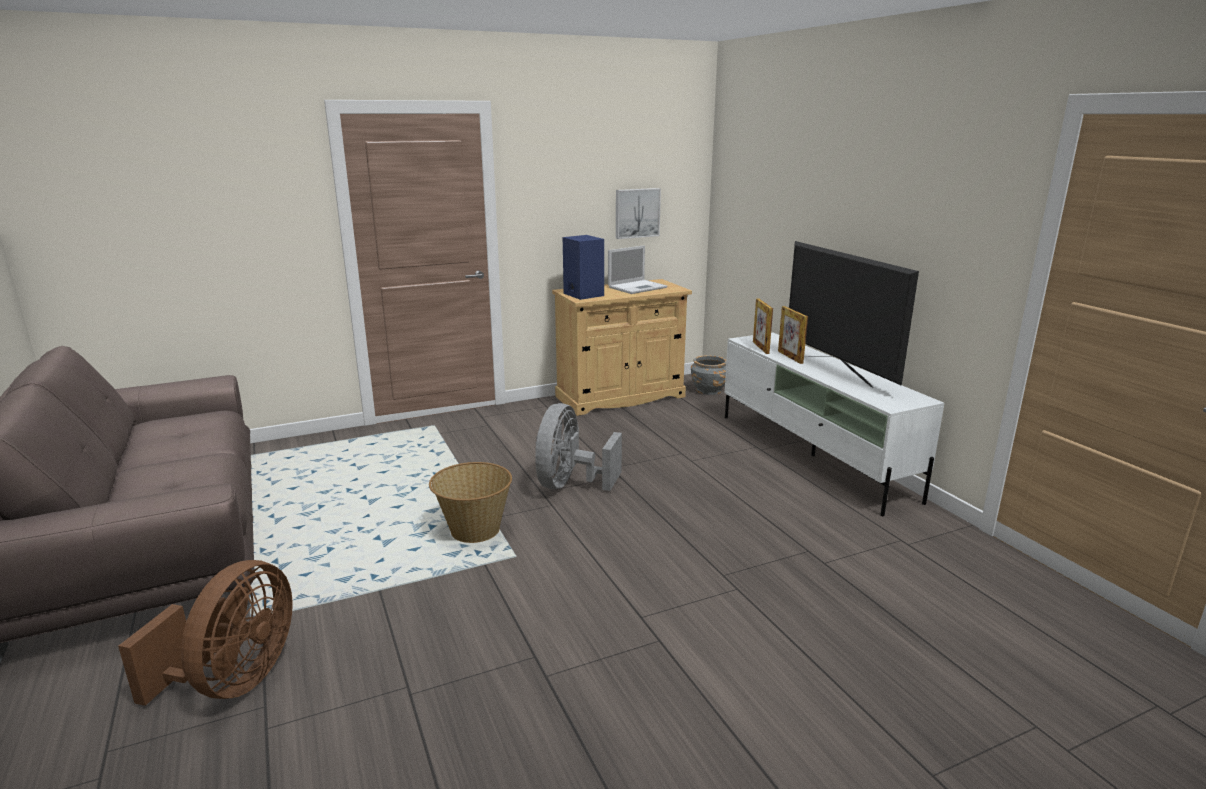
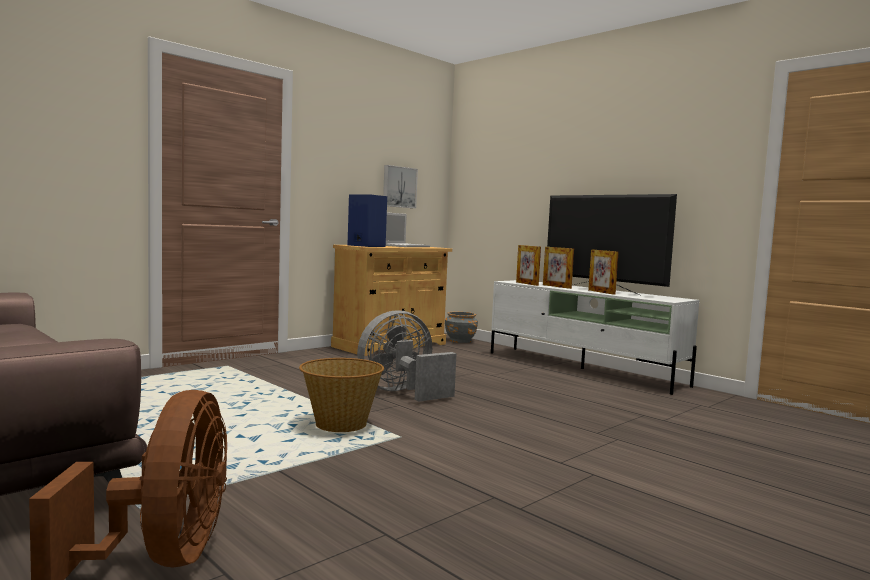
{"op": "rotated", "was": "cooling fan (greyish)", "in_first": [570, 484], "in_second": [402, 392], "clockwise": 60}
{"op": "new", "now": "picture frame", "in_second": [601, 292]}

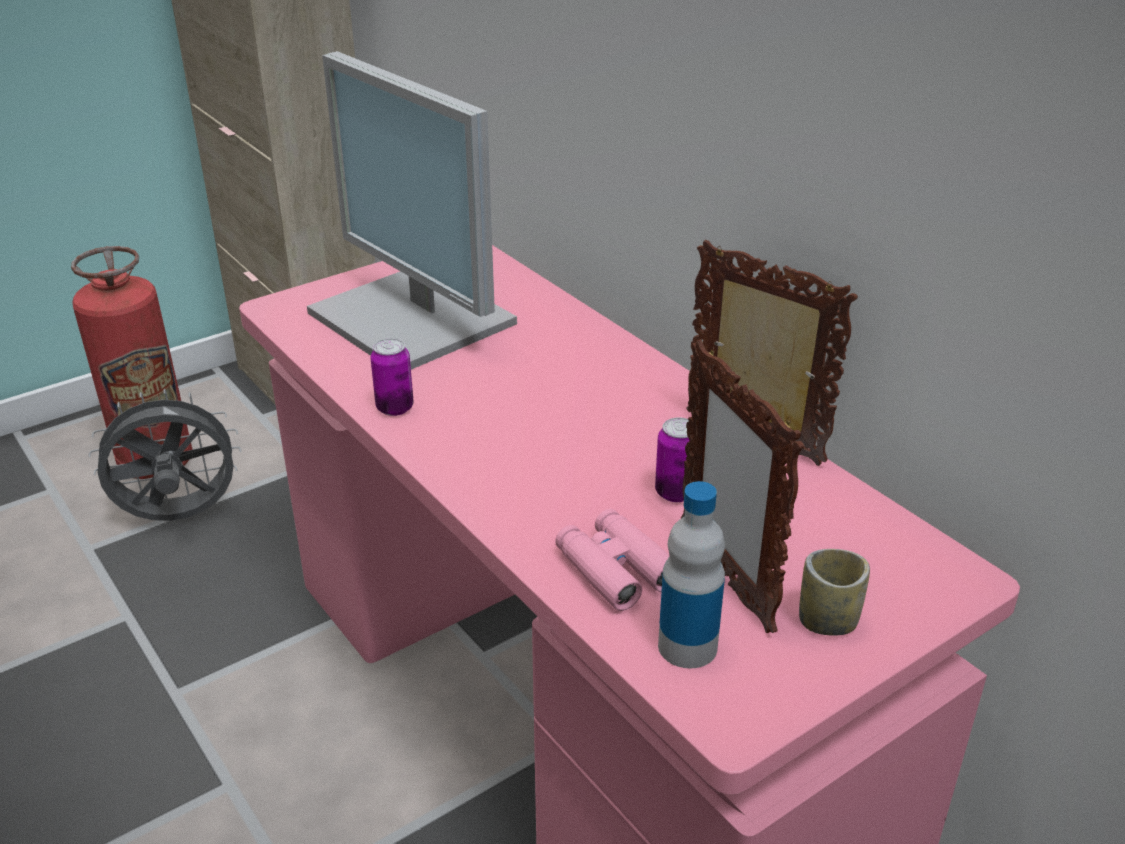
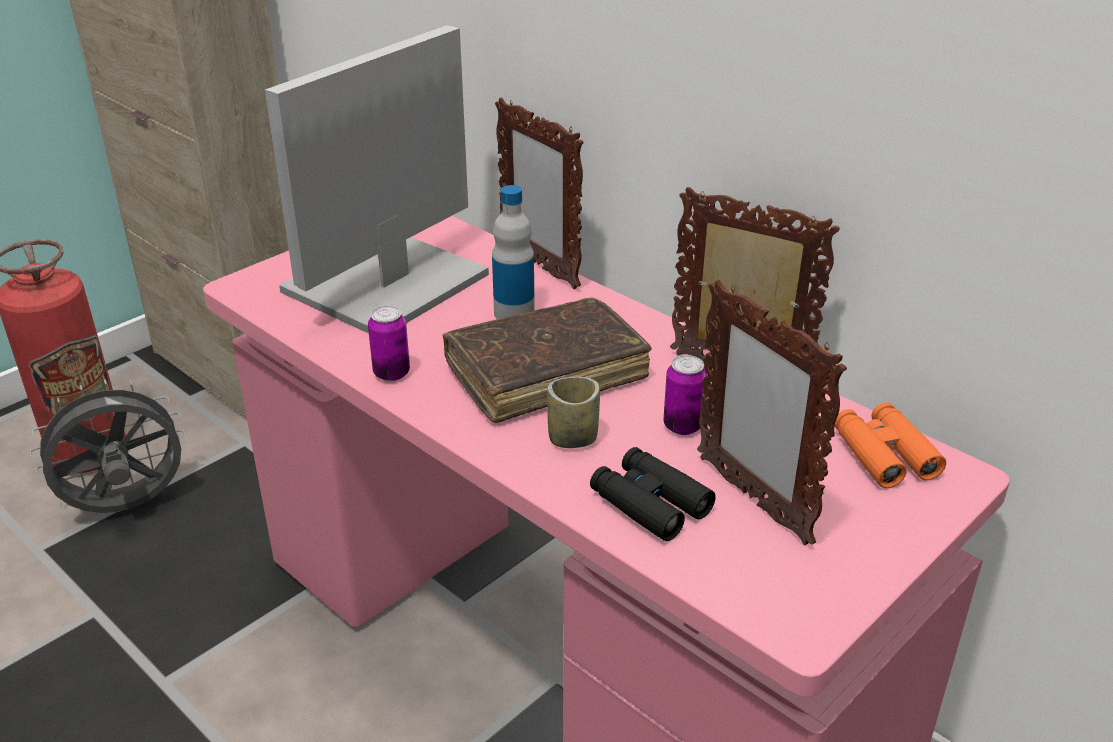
{"op": "rotated", "was": "monitor", "in_first": [416, 319], "in_second": [385, 285], "clockwise": 90}
{"op": "new", "now": "volume (brown-coloured)", "in_second": [546, 373]}
{"op": "shifted", "was": "beverage bottle", "in_first": [687, 646], "in_second": [514, 313]}
{"op": "new", "now": "picture frame", "in_second": [539, 266]}
{"op": "shifted", "was": "small cup", "in_first": [827, 621], "in_second": [573, 438]}
{"op": "repainted", "was": "pair of binoculars (pink)", "now": "pair of binoculars (black-coloured)", "in_first": [615, 569], "in_second": [650, 503]}
{"op": "new", "now": "pair of binoculars (orange)", "in_second": [884, 454]}

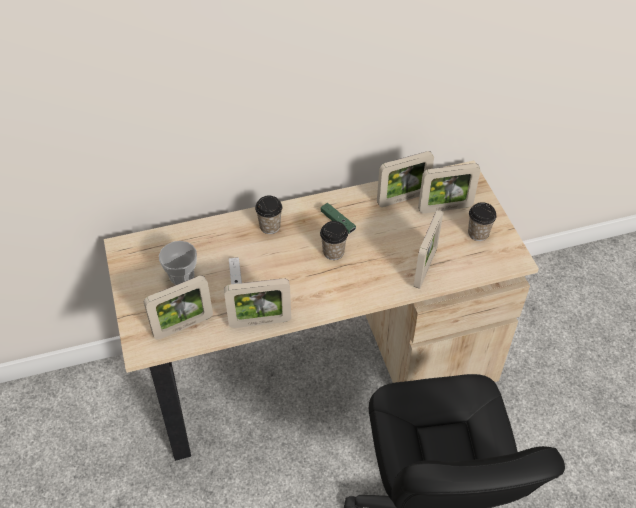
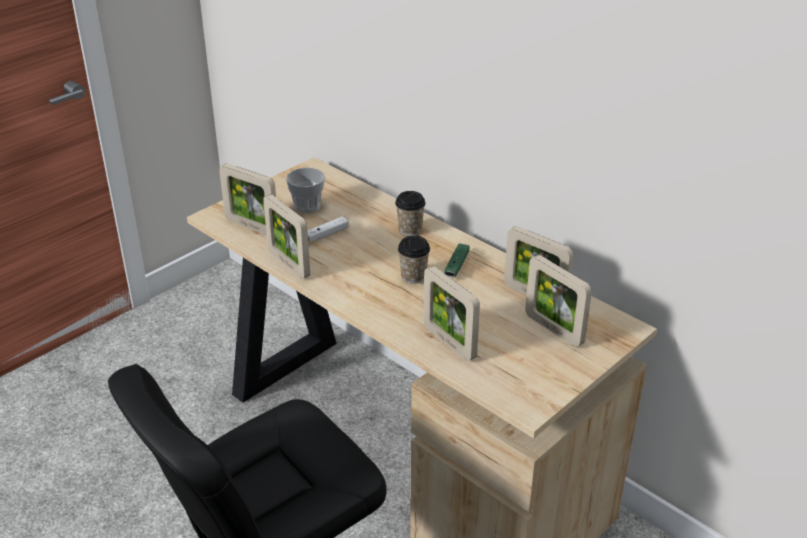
{"op": "rotated", "was": "picture frame", "in_first": [425, 268], "in_second": [449, 342], "clockwise": 60}
{"op": "gone", "was": "small cup", "in_first": [478, 233]}

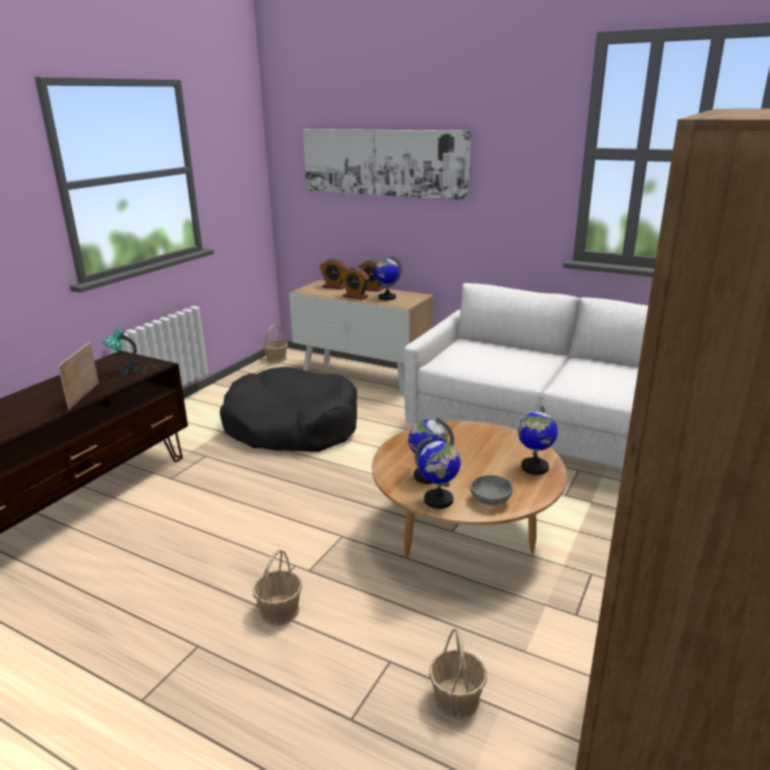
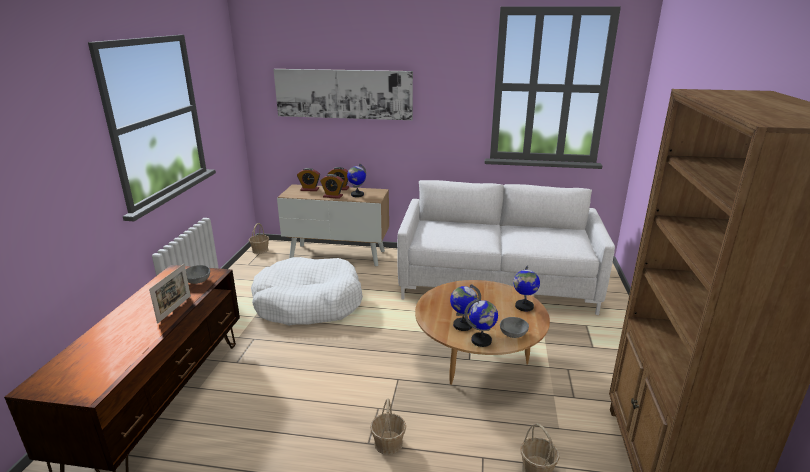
{"op": "rotated", "was": "picture frame", "in_first": [84, 395], "in_second": [174, 309], "clockwise": -150}
{"op": "swapped", "was": "table lamp", "now": "bowl (greyish)", "in_first": [133, 370], "in_second": [198, 281]}
{"op": "repainted", "was": "dog bed (black-coloured)", "now": "dog bed (whitish)", "in_first": [292, 426], "in_second": [308, 303]}

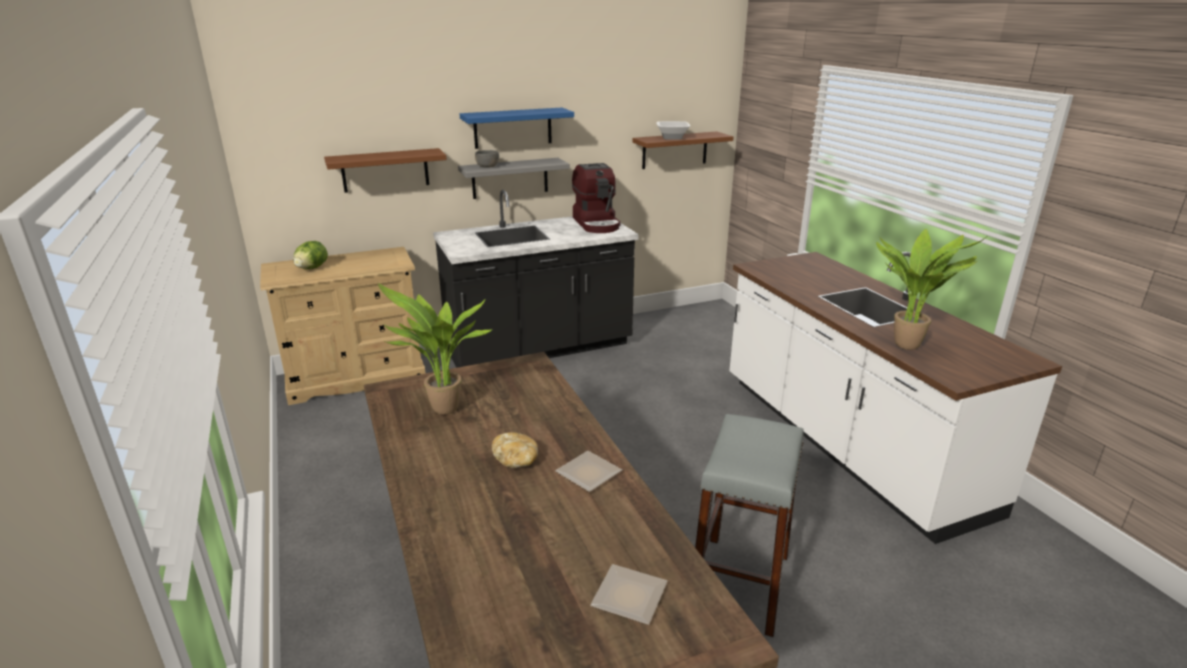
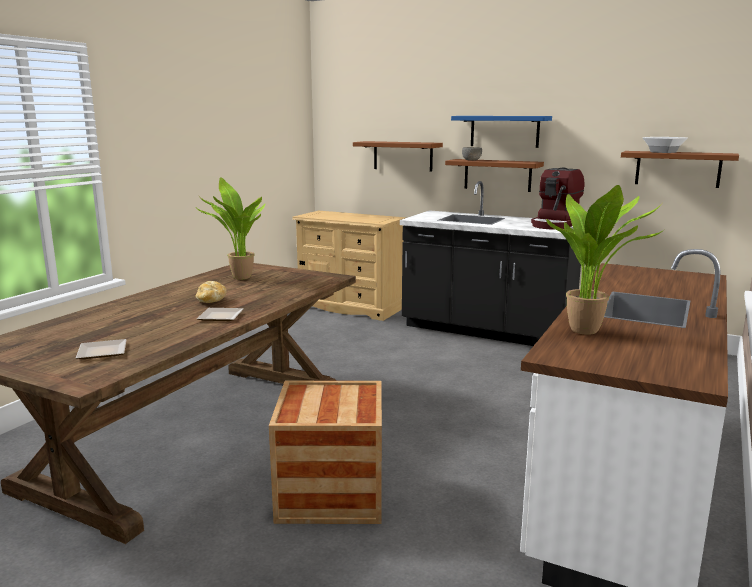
{"op": "swapped", "was": "sitting stool (greyish)", "now": "shipping crate", "in_first": [739, 583], "in_second": [331, 493]}
{"op": "repainted", "was": "shelf (greyish)", "now": "shelf (brown-coloured)", "in_first": [510, 178], "in_second": [497, 175]}
{"op": "gone", "was": "lettuce", "in_first": [312, 268]}

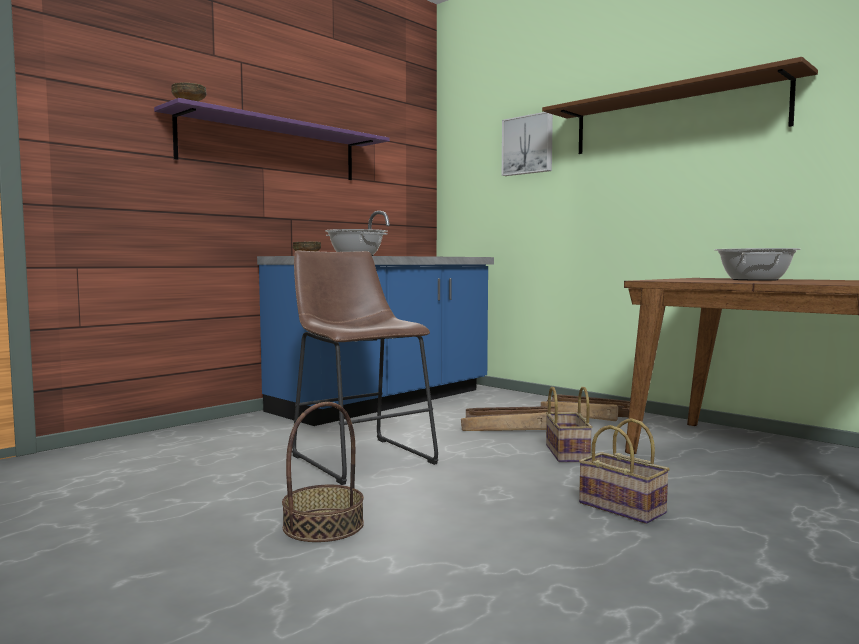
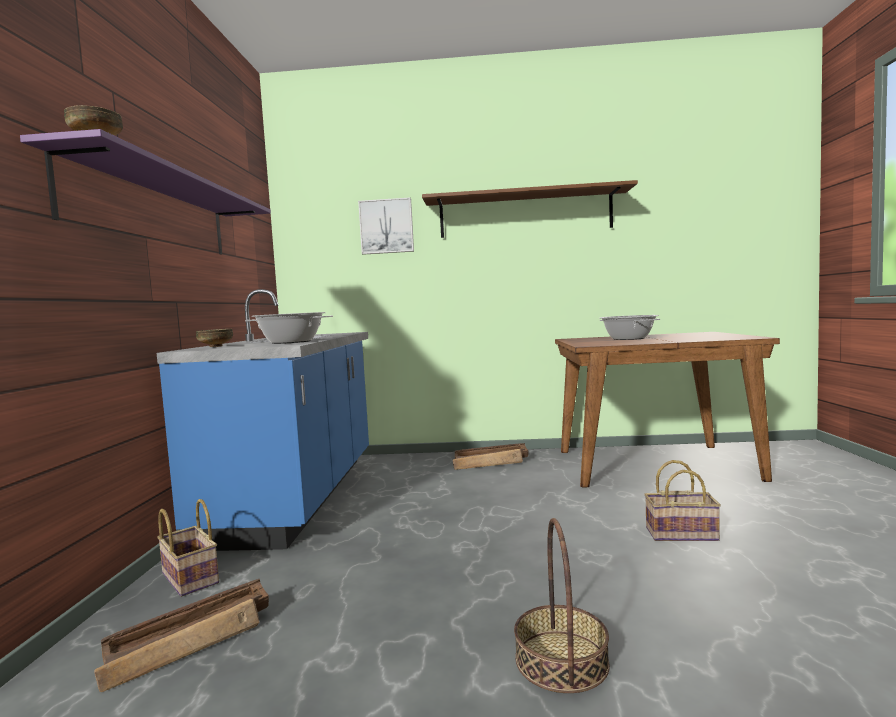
{"op": "shifted", "was": "shipping crate", "in_first": [510, 428], "in_second": [191, 642]}
{"op": "shifted", "was": "storage basket", "in_first": [565, 453], "in_second": [188, 578]}
{"op": "gone", "was": "sitting stool (brown-coloured)", "in_first": [360, 457]}

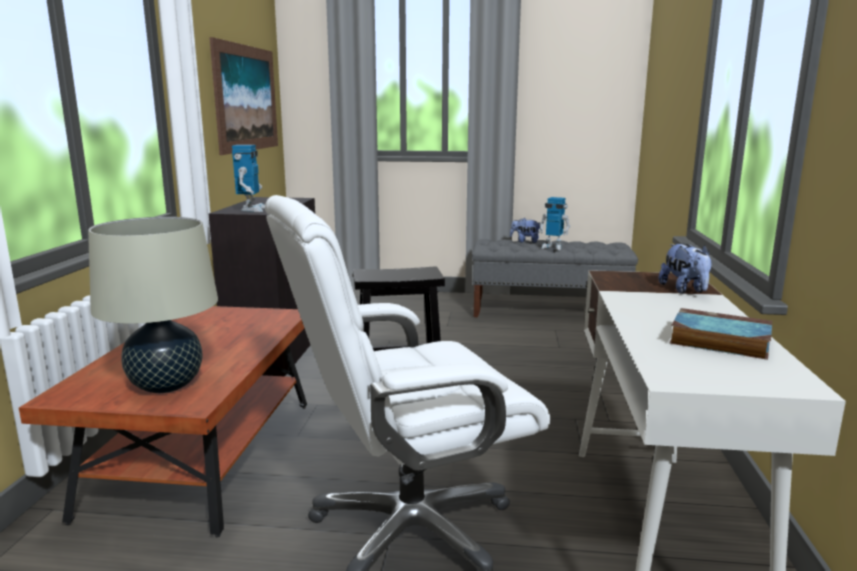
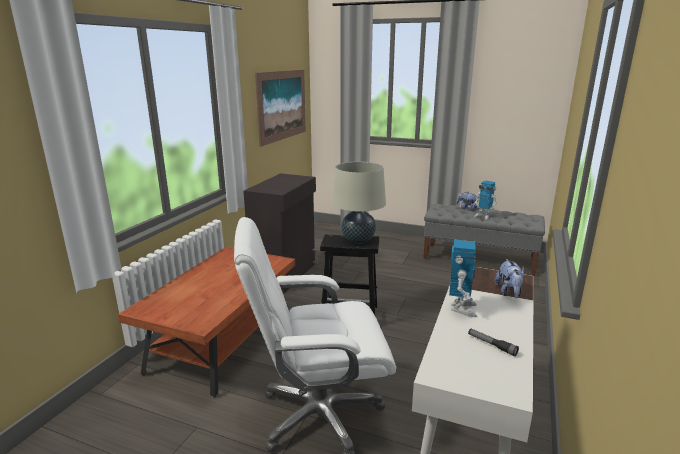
{"op": "shifted", "was": "table lamp (sand-coloured)", "in_first": [166, 385], "in_second": [358, 240]}
{"op": "shifted", "was": "toy robot", "in_first": [252, 209], "in_second": [461, 308]}
{"op": "swapped", "was": "volume", "now": "flashlight", "in_first": [717, 340], "in_second": [491, 345]}

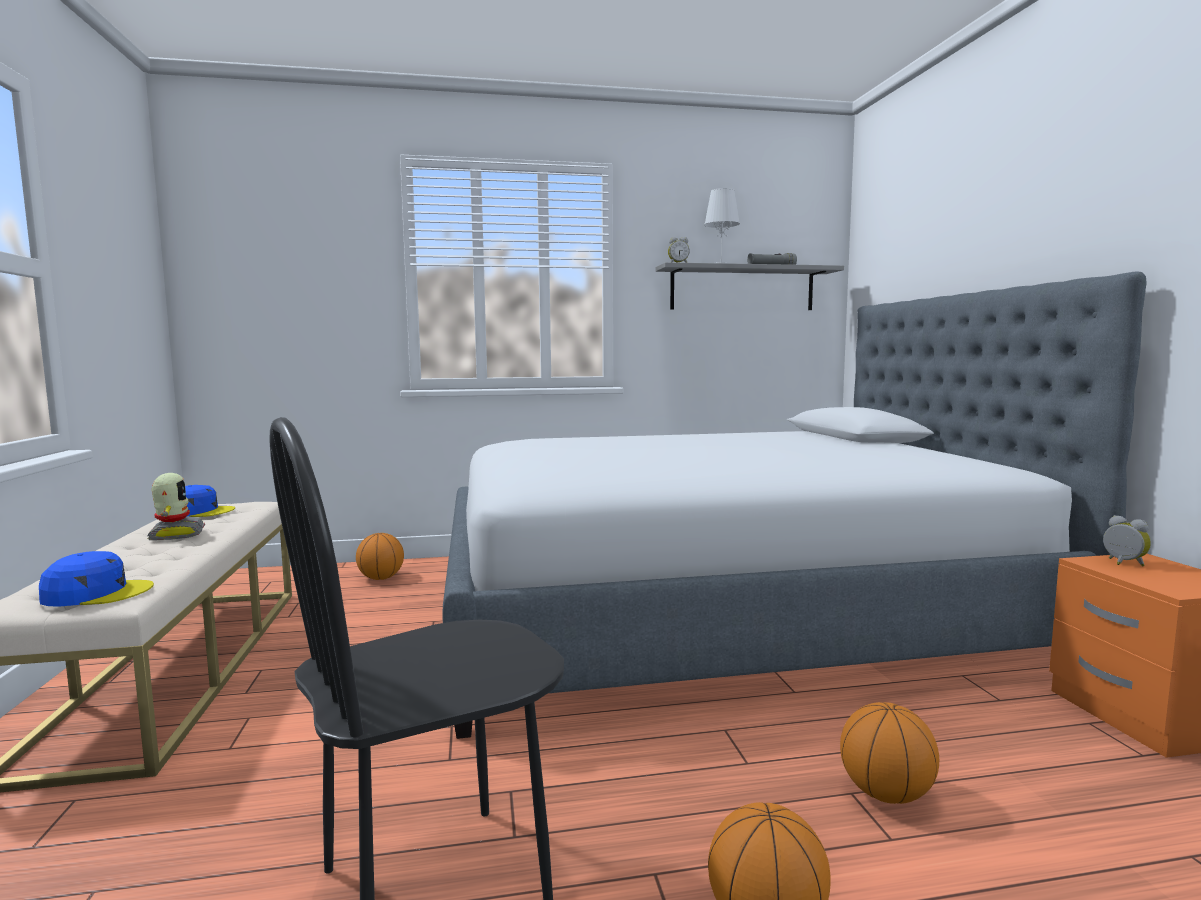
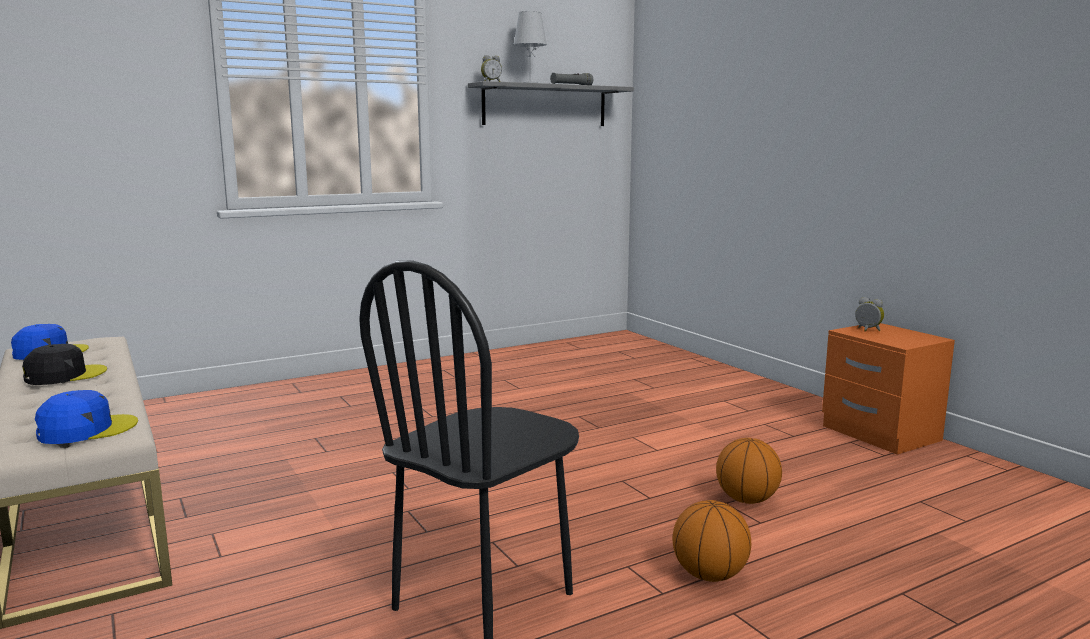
{"op": "swapped", "was": "toy robot", "now": "peaked cap (black-coloured)", "in_first": [175, 534], "in_second": [64, 375]}
{"op": "gone", "was": "basketball", "in_first": [381, 578]}
{"op": "gone", "was": "sleeping bed", "in_first": [722, 613]}

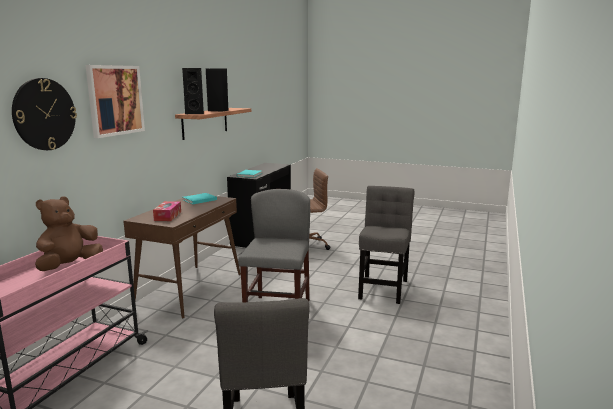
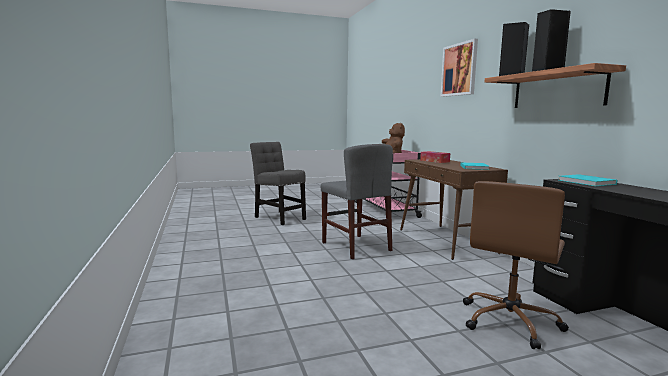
{"op": "gone", "was": "wall clock", "in_first": [44, 114]}
{"op": "gone", "was": "chair (greyish)", "in_first": [383, 287]}

